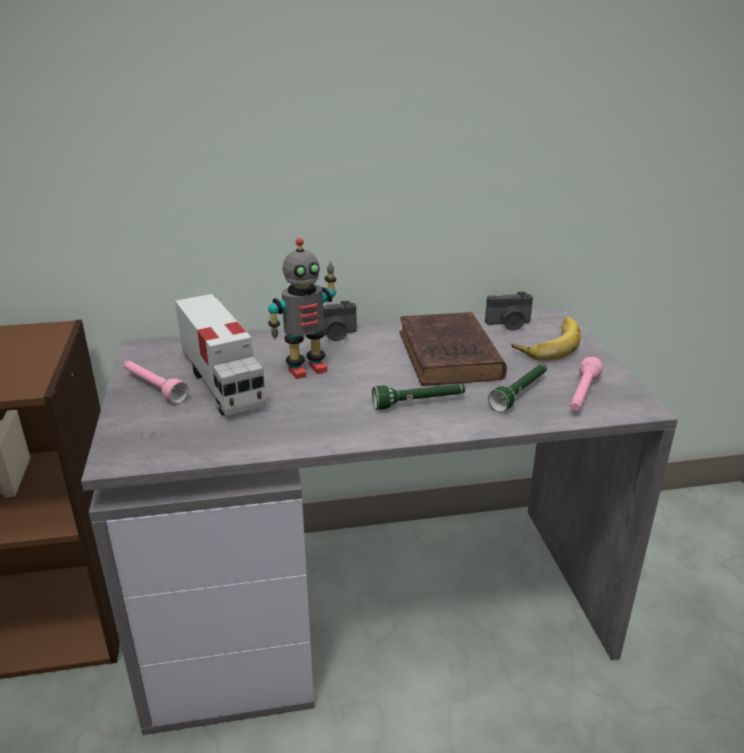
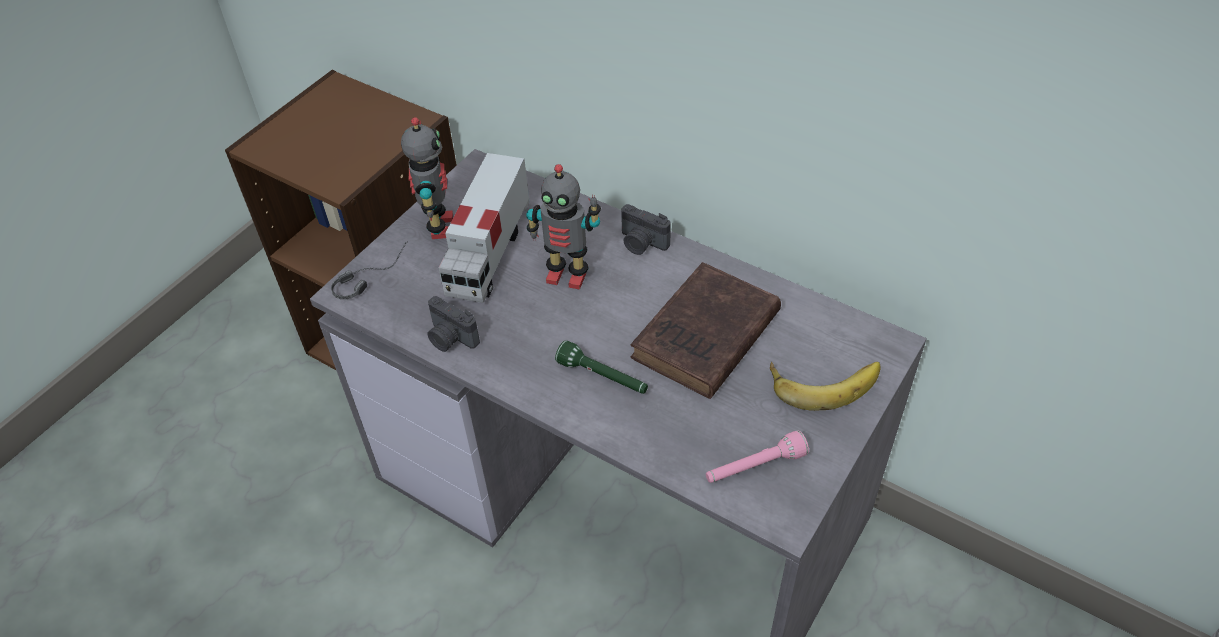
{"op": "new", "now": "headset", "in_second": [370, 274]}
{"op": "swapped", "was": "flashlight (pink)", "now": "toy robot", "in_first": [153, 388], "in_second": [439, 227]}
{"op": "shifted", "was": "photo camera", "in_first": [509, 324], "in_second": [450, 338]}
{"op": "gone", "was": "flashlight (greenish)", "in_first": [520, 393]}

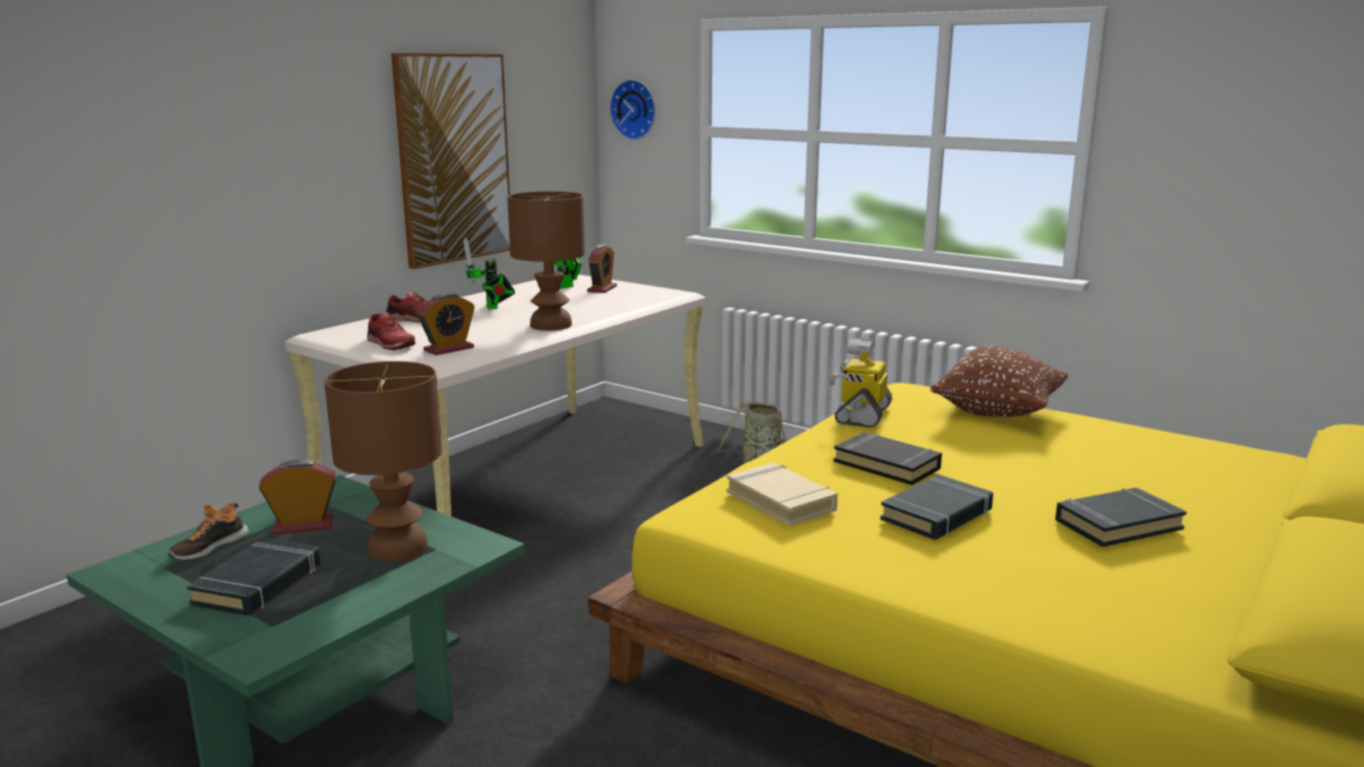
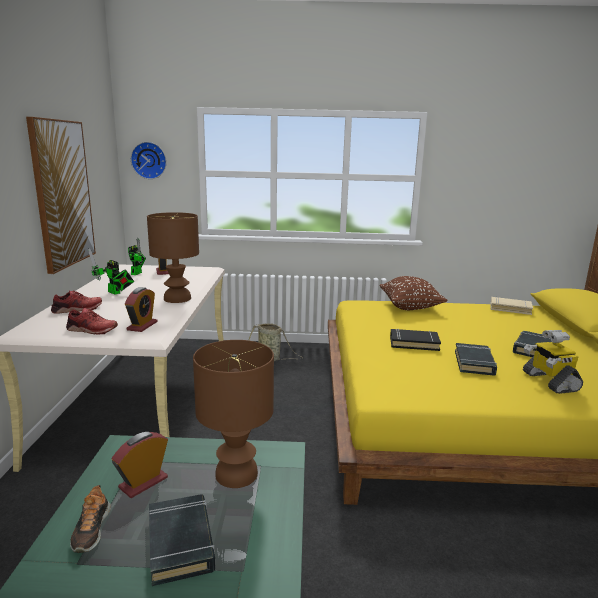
{"op": "shifted", "was": "volume (sand-coloured)", "in_first": [781, 501], "in_second": [510, 308]}
{"op": "shifted", "was": "toy robot", "in_first": [861, 415], "in_second": [549, 381]}

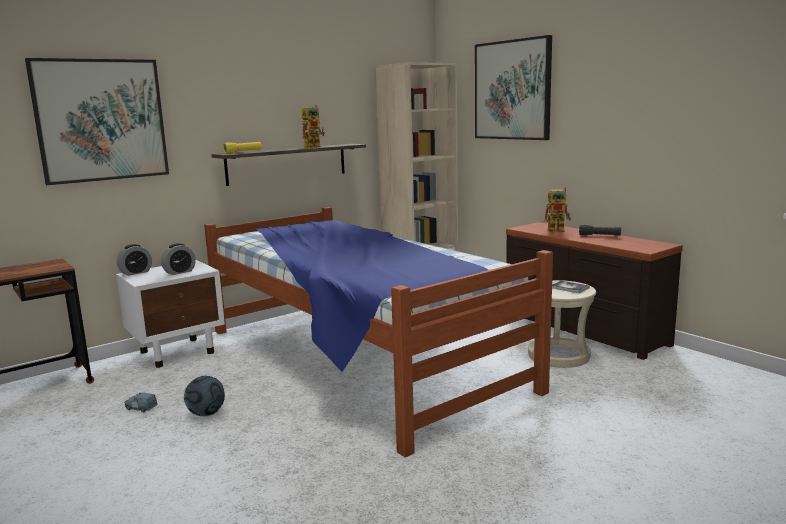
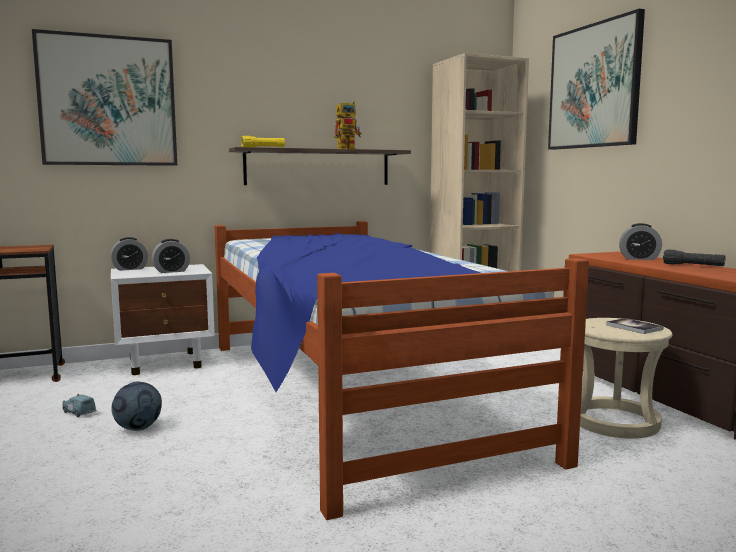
{"op": "swapped", "was": "toy robot", "now": "bedside clock", "in_first": [559, 230], "in_second": [639, 258]}

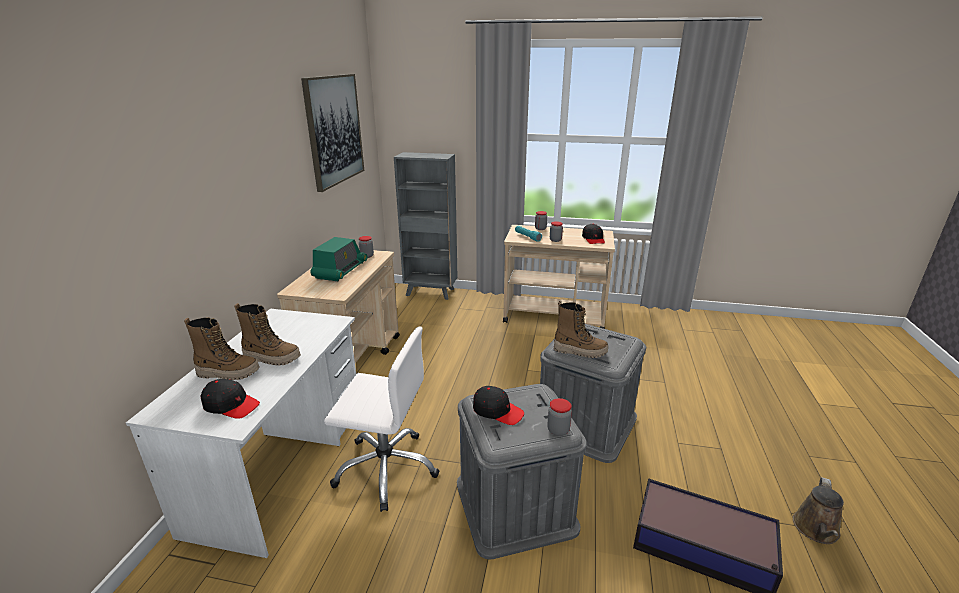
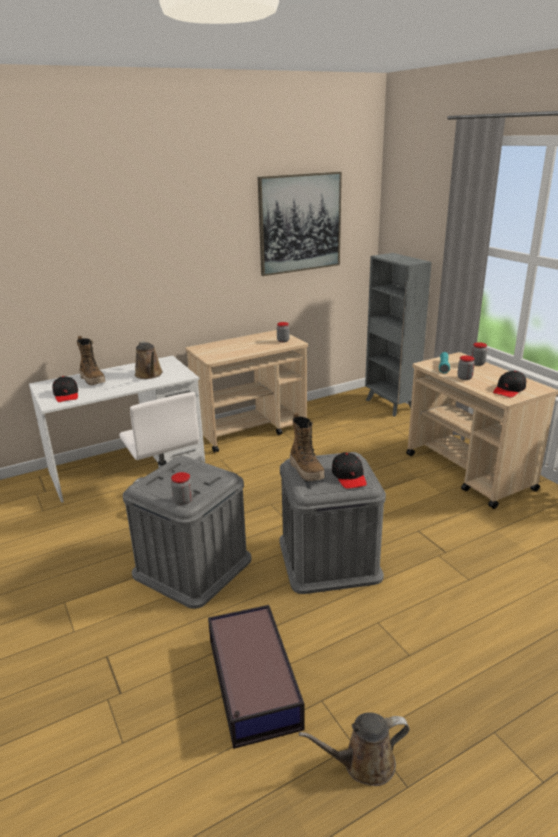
{"op": "new", "now": "watering can (brown-coloured)", "in_second": [149, 375]}
{"op": "shifted", "was": "peaked cap (black-coloured)", "in_first": [497, 411], "in_second": [349, 476]}
{"op": "gone", "was": "boot", "in_first": [272, 358]}
{"op": "gone", "was": "radio receiver", "in_first": [340, 270]}

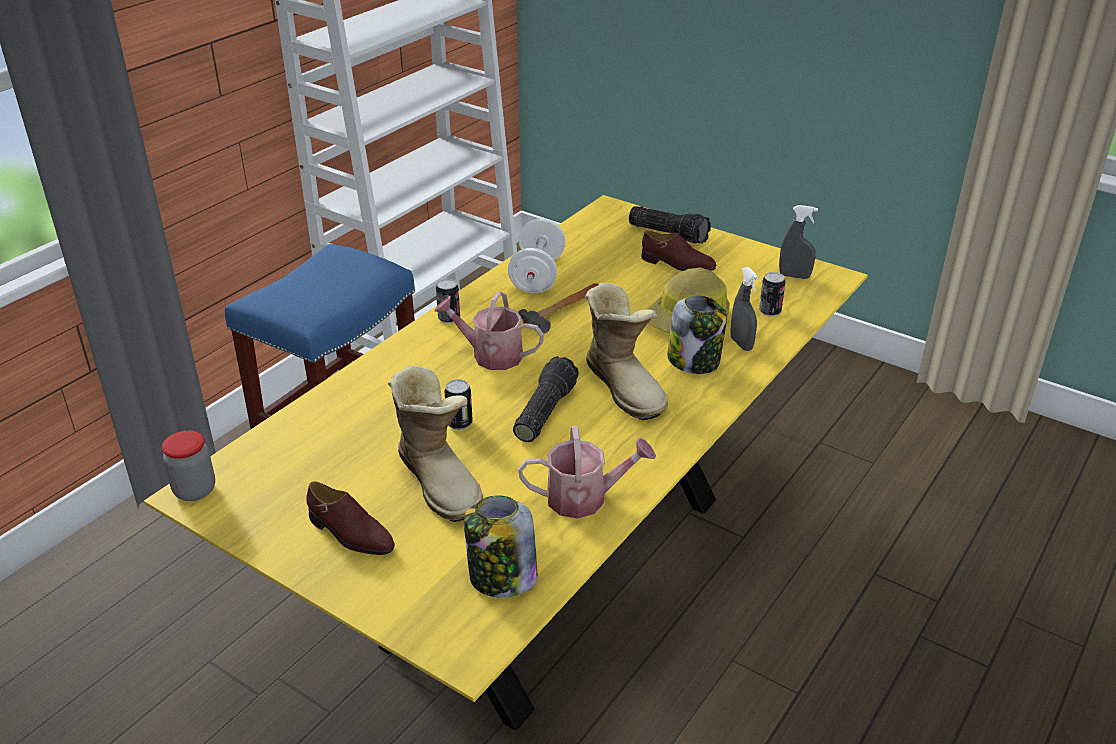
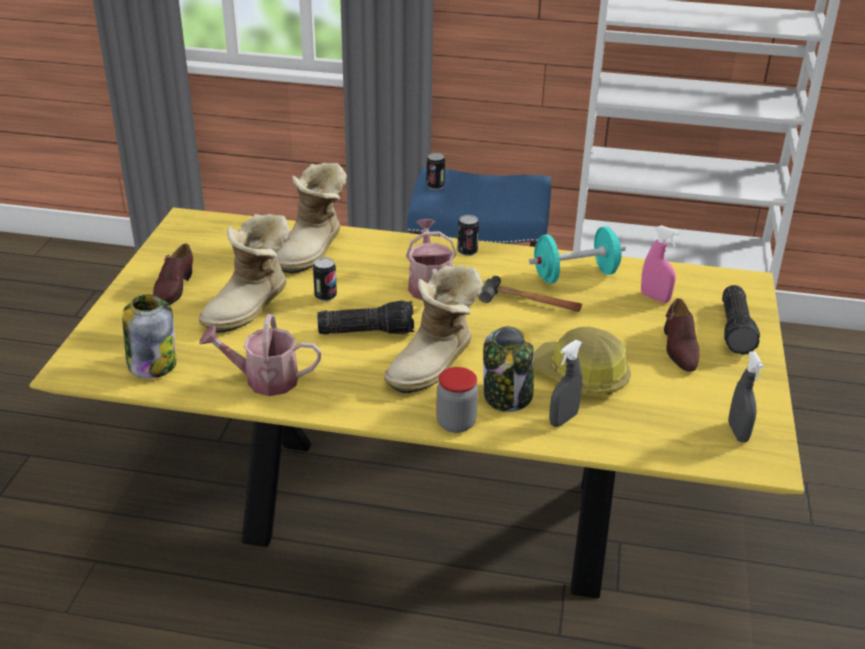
{"op": "rotated", "was": "watering can", "in_first": [585, 498], "in_second": [264, 379], "clockwise": 120}
{"op": "new", "now": "boot", "in_second": [313, 250]}
{"op": "shifted", "was": "metal can", "in_first": [770, 311], "in_second": [435, 186]}
{"op": "shifted", "was": "storage jar", "in_first": [195, 490], "in_second": [456, 423]}
{"op": "repainted", "was": "dumbbell (whitish)", "now": "dumbbell (turquoise)", "in_first": [537, 276], "in_second": [575, 275]}
{"op": "new", "now": "spray bottle (pink)", "in_second": [655, 297]}

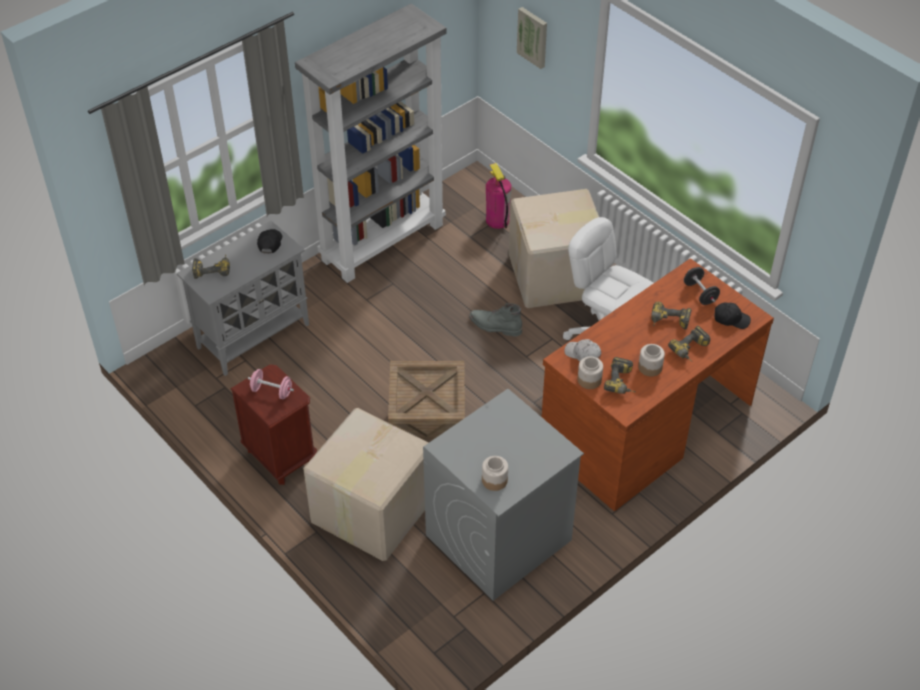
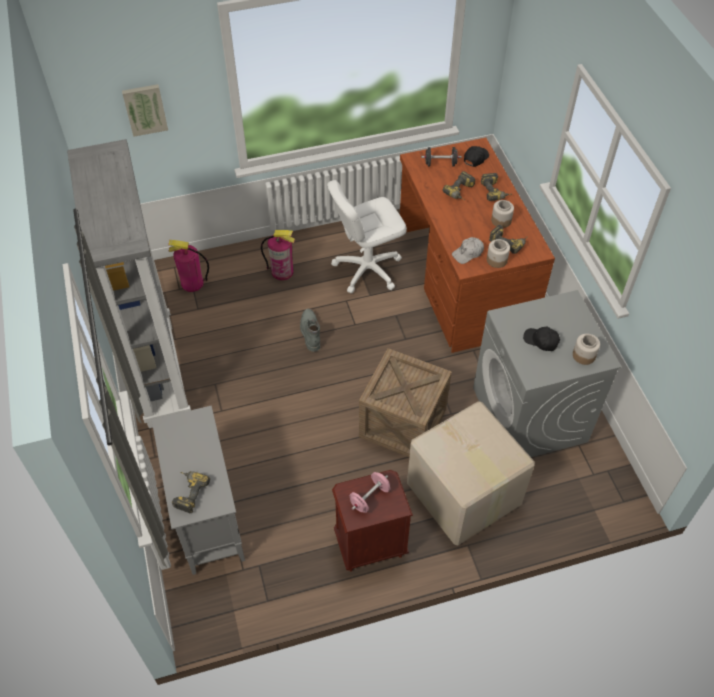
{"op": "swapped", "was": "carton", "now": "fire-fighting cylinder", "in_first": [556, 277], "in_second": [282, 271]}
{"op": "rotated", "was": "boot (greyish)", "in_first": [494, 326], "in_second": [310, 332], "clockwise": 120}
{"op": "shifted", "was": "peaked cap (black-coloured)", "in_first": [270, 243], "in_second": [541, 341]}

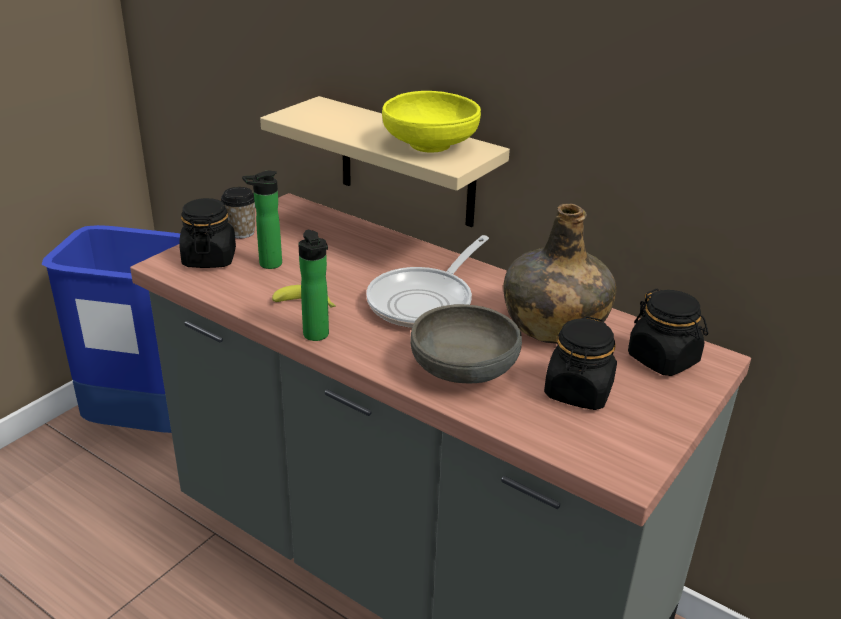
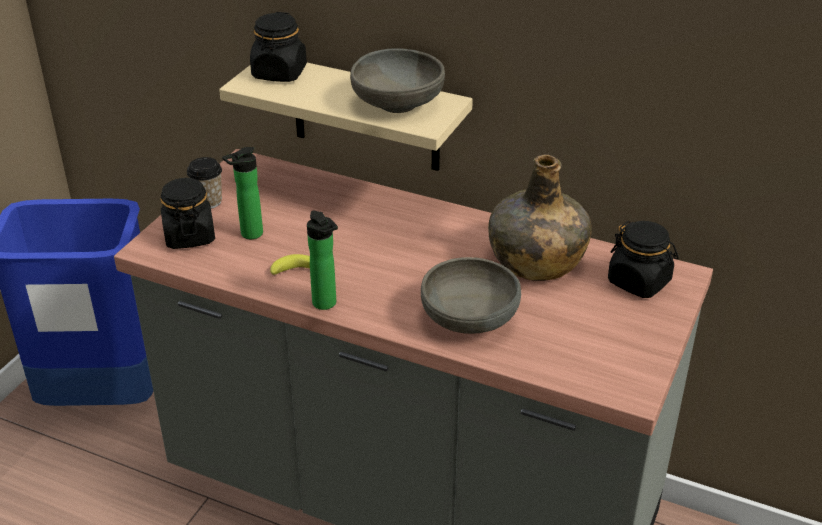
{"op": "shifted", "was": "storage jar (black-coloured)", "in_first": [578, 392], "in_second": [279, 73]}
{"op": "repainted", "was": "bowl (yellowish)", "now": "bowl (greyish)", "in_first": [430, 145], "in_second": [398, 103]}
{"op": "gone", "was": "pan", "in_first": [425, 301]}

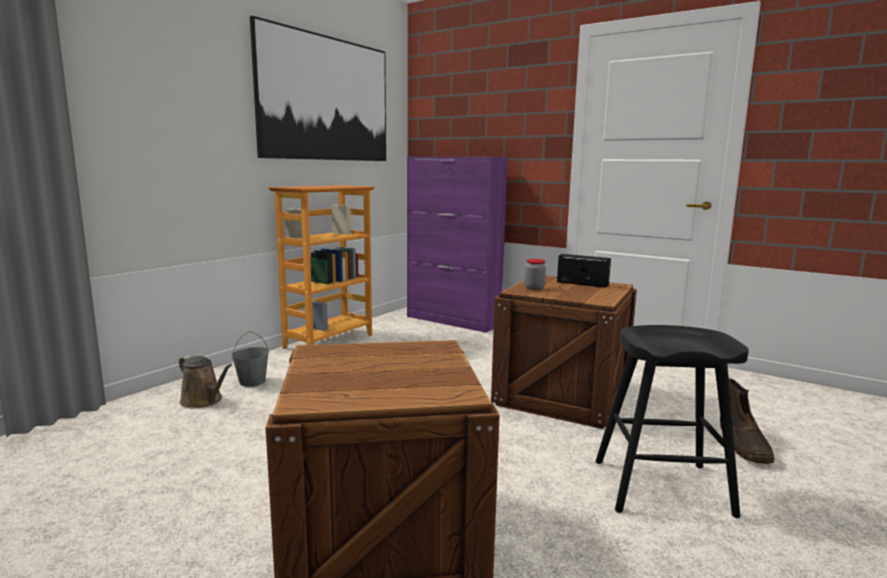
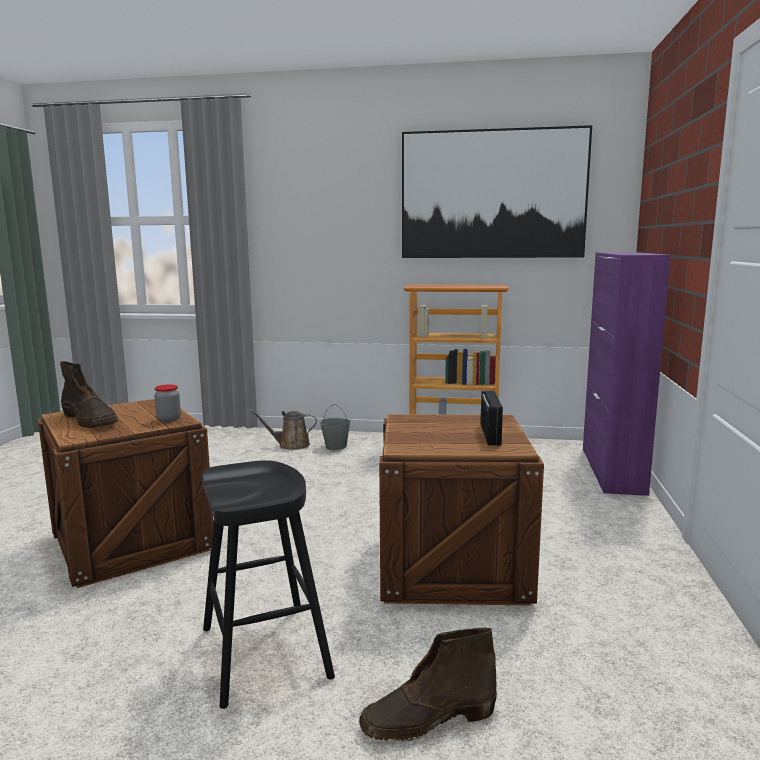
{"op": "new", "now": "boot (brown-coloured)", "in_second": [90, 420]}
{"op": "shifted", "was": "storage jar", "in_first": [534, 288], "in_second": [168, 419]}
{"op": "rotated", "was": "watering can (brown-coloured)", "in_first": [204, 401], "in_second": [290, 445], "clockwise": 75}

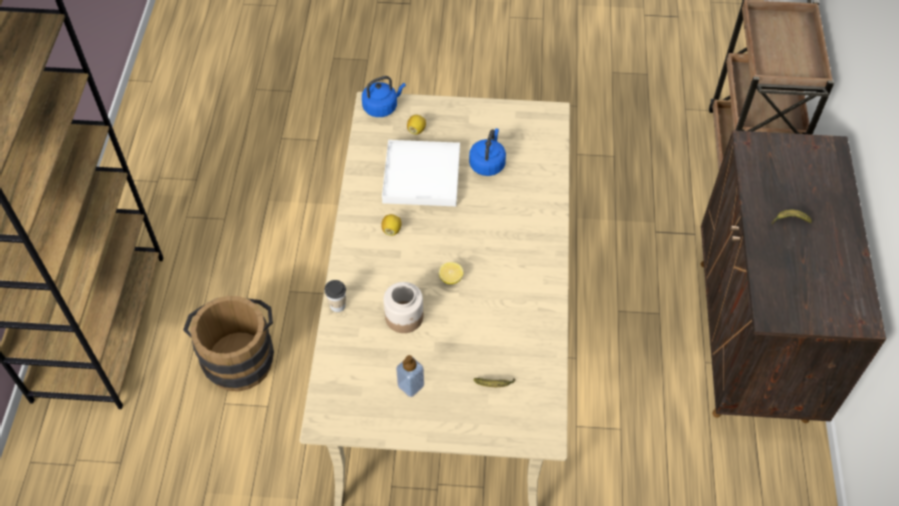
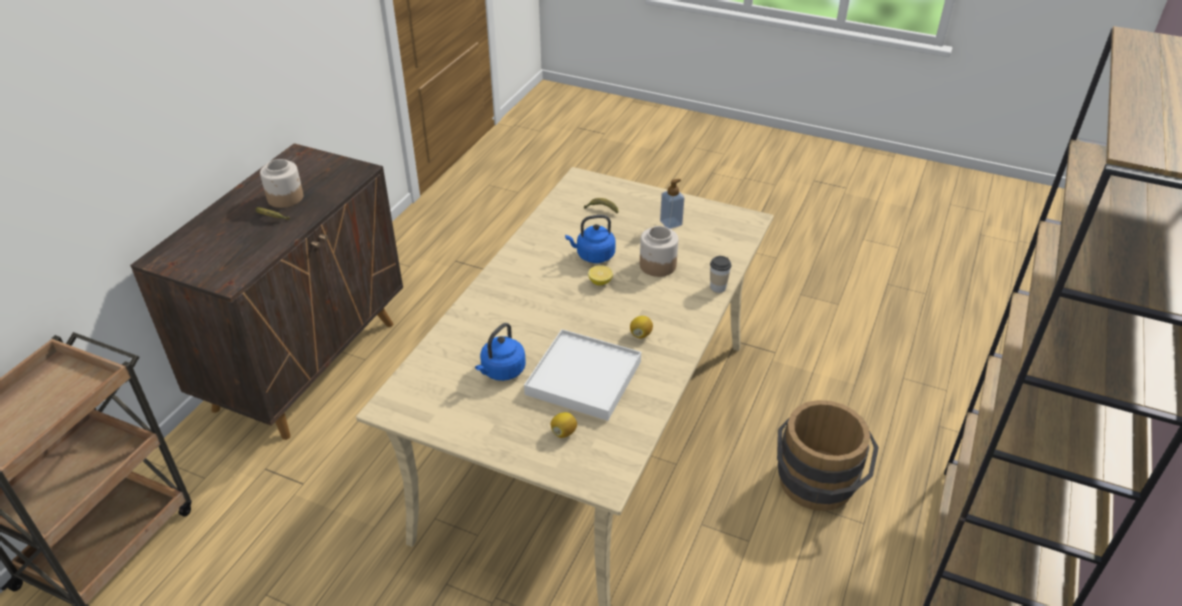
{"op": "new", "now": "storage jar", "in_second": [286, 198]}
{"op": "shifted", "was": "water kettle (bluish)", "in_first": [382, 107], "in_second": [593, 256]}

